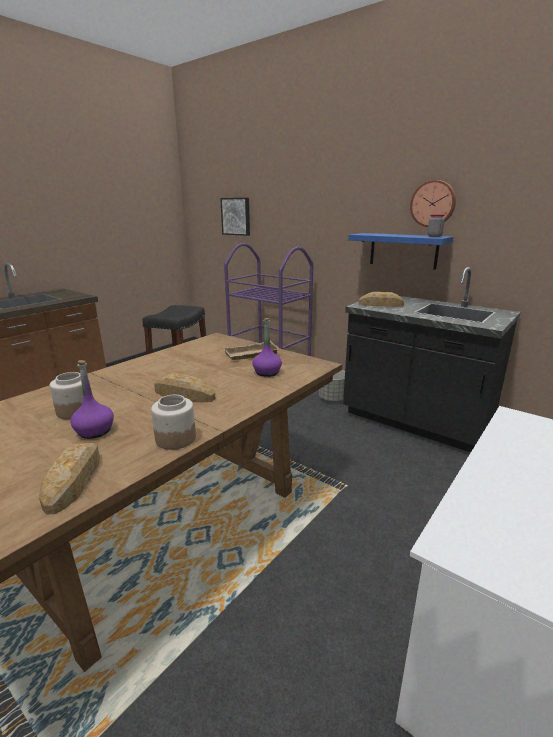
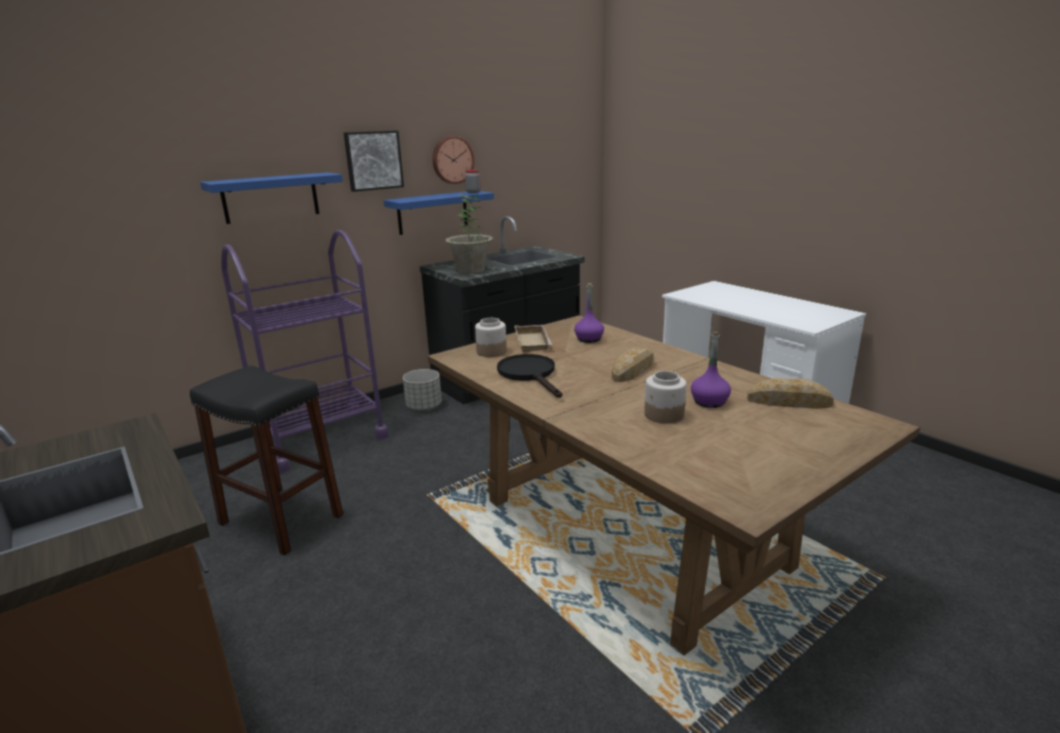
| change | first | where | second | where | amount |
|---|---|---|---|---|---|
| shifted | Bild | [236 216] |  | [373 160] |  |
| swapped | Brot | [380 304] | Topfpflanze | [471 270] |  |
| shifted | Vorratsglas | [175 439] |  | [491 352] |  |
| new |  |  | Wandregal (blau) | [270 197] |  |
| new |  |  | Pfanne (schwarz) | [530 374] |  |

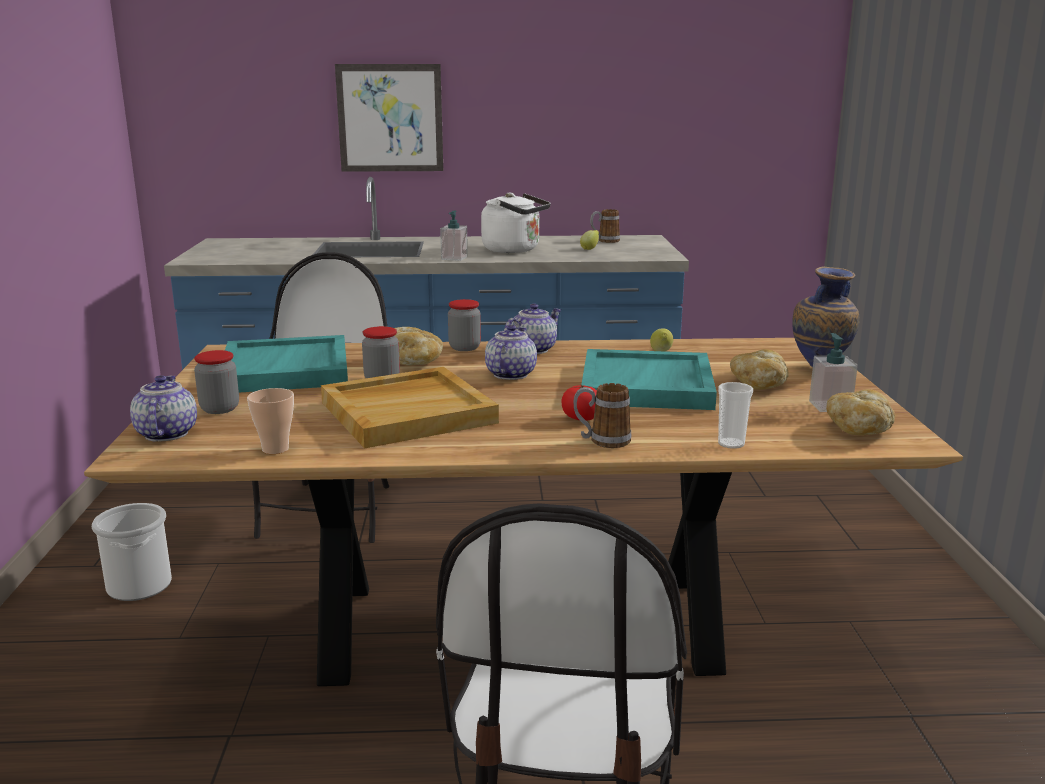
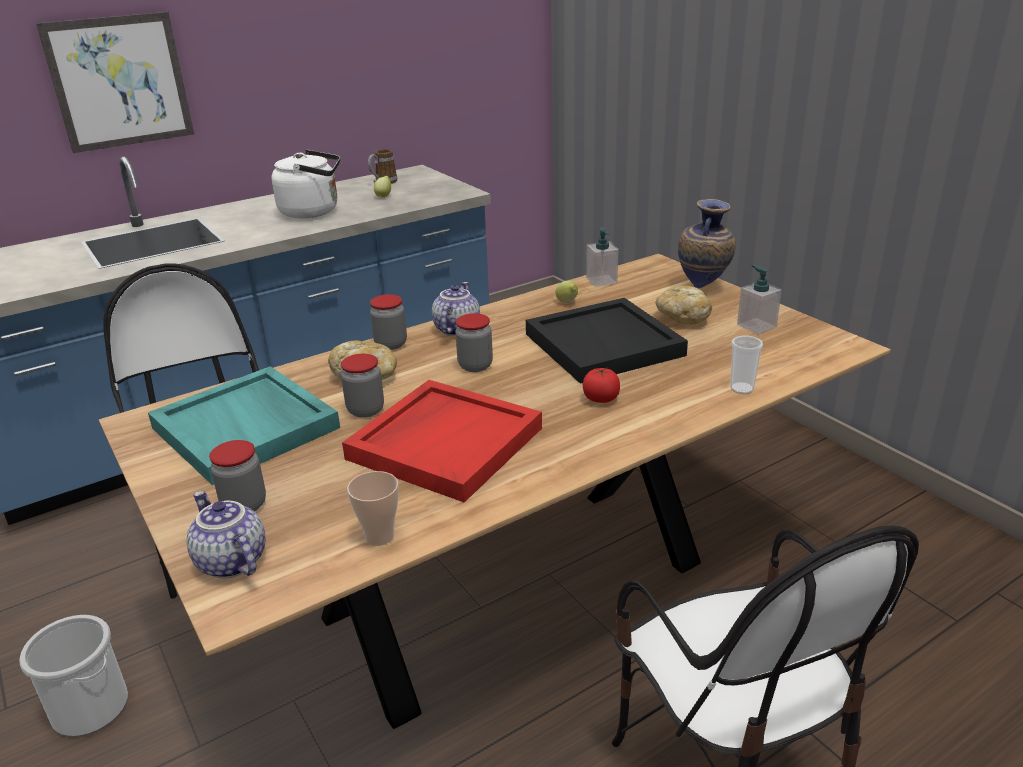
| change | first | where | second | where | amount |
|---|---|---|---|---|---|
| shifted | Seifenspender | [454 258] |  | [601 281] |  |
| swapped | Teekanne | [509 374] | Vorratsglas | [475 366] |  |
| repainted | Tablett (türkis) | [648 386] | Tablett (schwarz) | [605 345] |  |
| repainted | Tablett (beige) | [408 412] | Tablett (rot) | [445 442] |  |
| gone | Henkelbecher | [602 441] |  |  |  |
| gone | Brot | [858 429] |  |  |  |

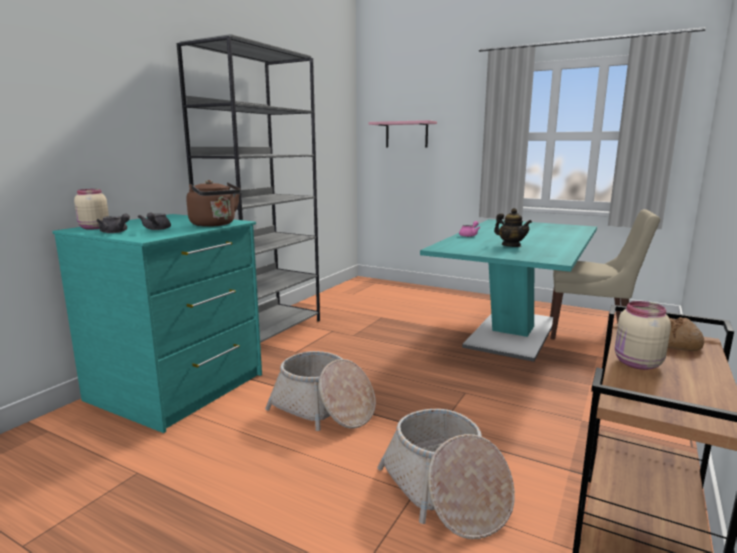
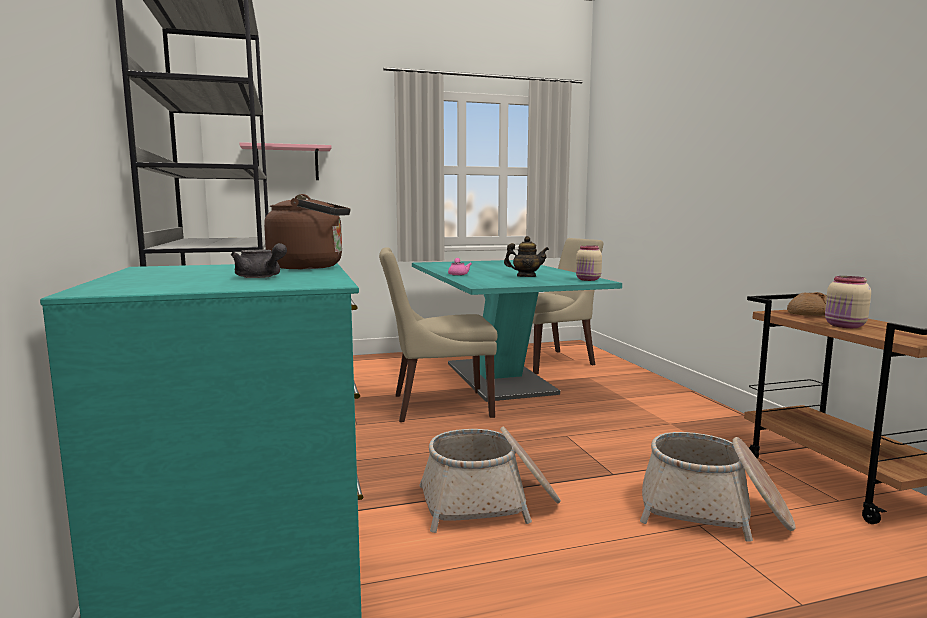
| change | first | where | second | where | amount |
|---|---|---|---|---|---|
| shifted | Vorratsglas (beige) | [93 228] |  | [588 280] |  |
| gone | Teekanne (grau) | [115 232] |  |  |  |
| new |  |  | Stuhl (beige) | [437 406] |  |

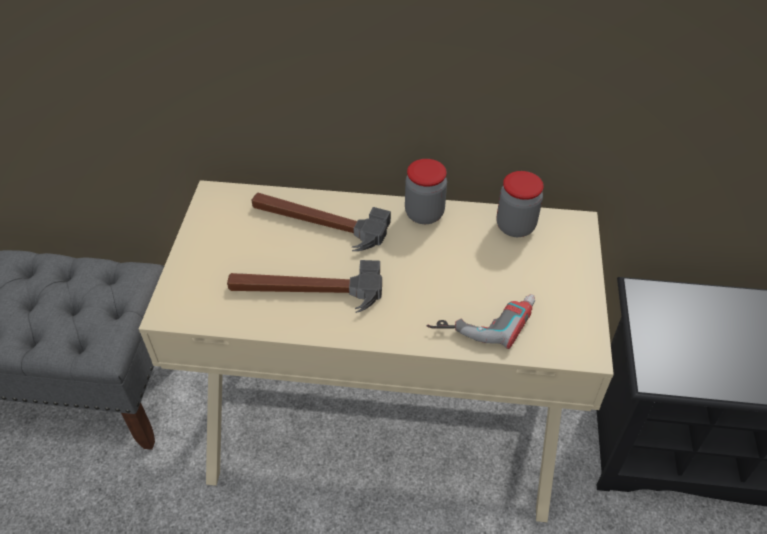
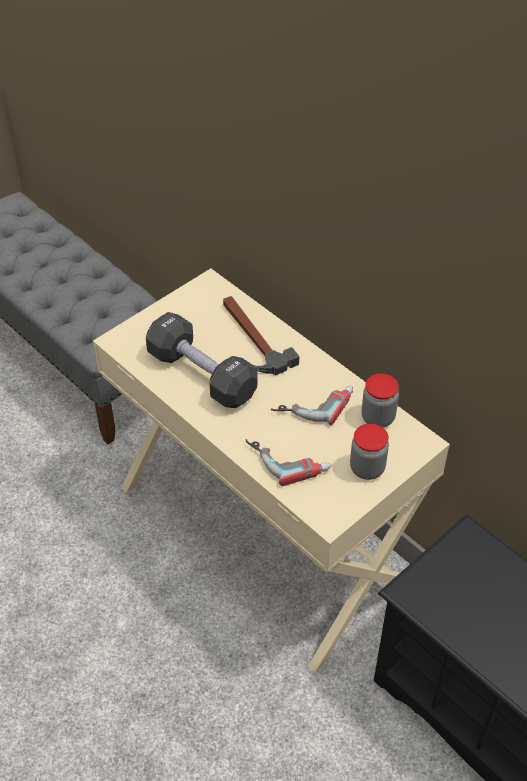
| change | first | where | second | where | amount |
|---|---|---|---|---|---|
| shifted | Vorratsglas | [424 214] |  | [367 468] |  |
| swapped | Hammer | [305 290] | Hantel (schwarz) | [202 375] |  |
| new |  |  | Bohrmaschine | [313 403] |  |

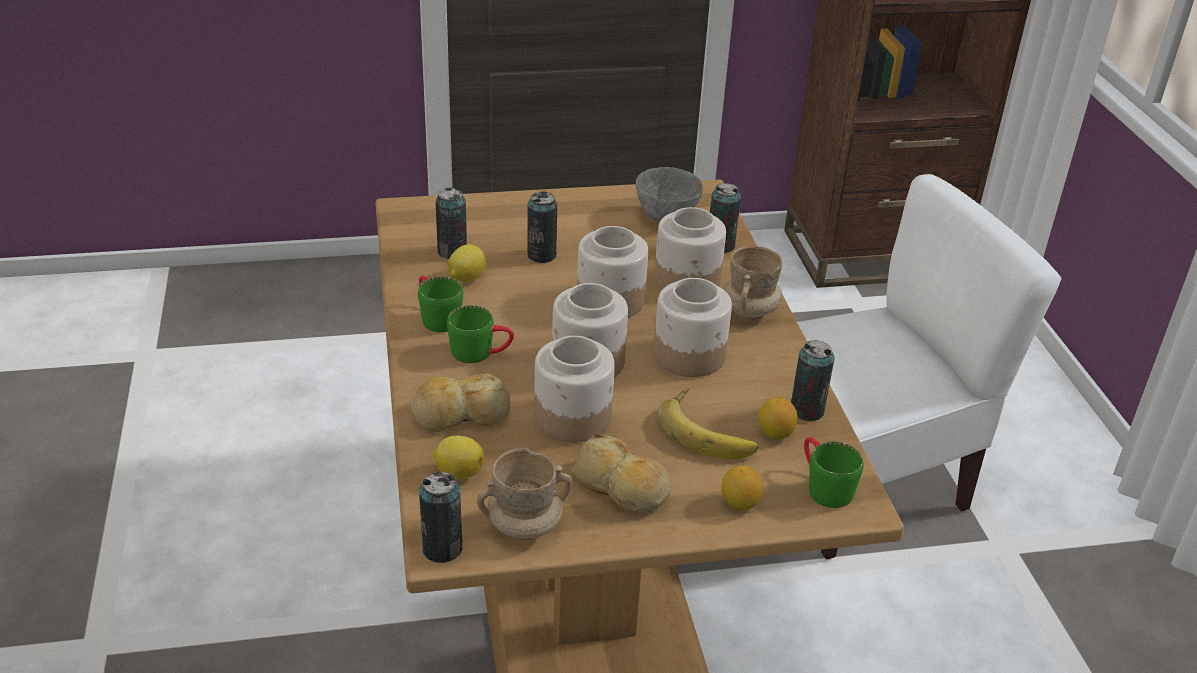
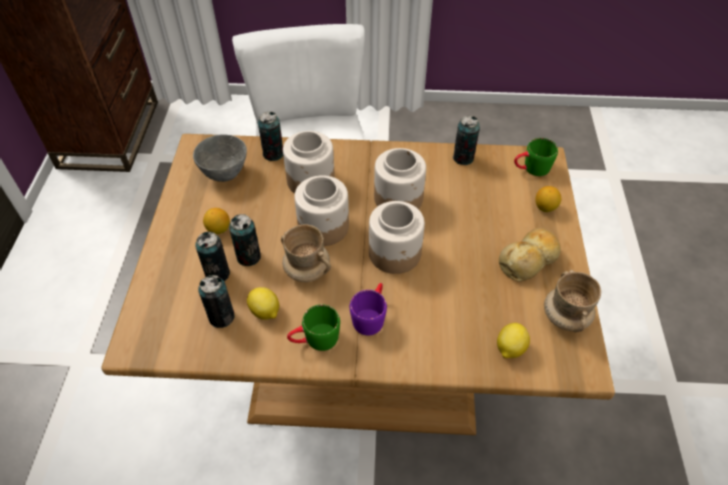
| change | first | where | second | where | amount |
|---|---|---|---|---|---|
| shifted | Henkelbecher (beige) | [750 312] |  | [307 270] |  |
| repainted | Henkelbecher (grün) | [481 353] | Henkelbecher (lila) | [370 316] |  |
| gone | Vorratsglas | [573 417] |  |  |  |
| gone | Brot | [460 414] |  |  |  |
| gone | Banane | [709 431] |  |  |  |
| shifted | Zitrone | [775 433] |  | [218 229] |  |
| shifted | Dose | [442 549] |  | [217 274] |  |

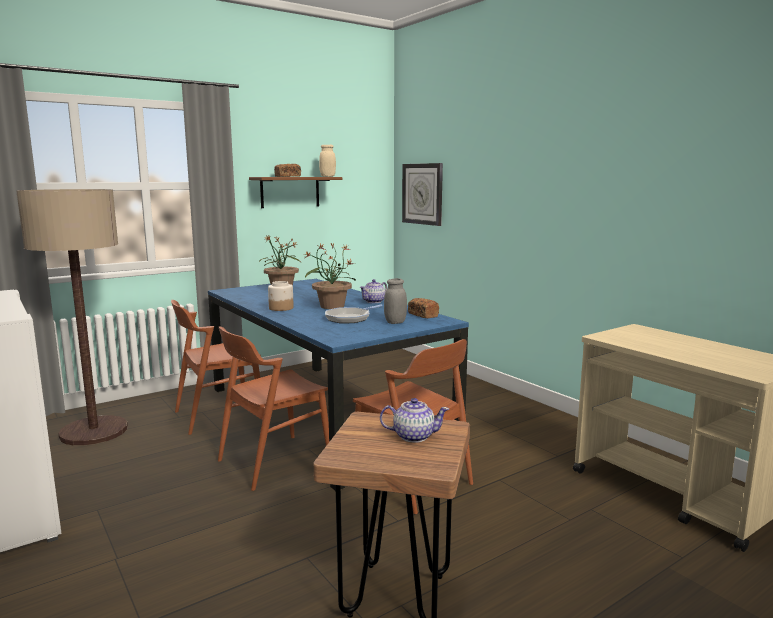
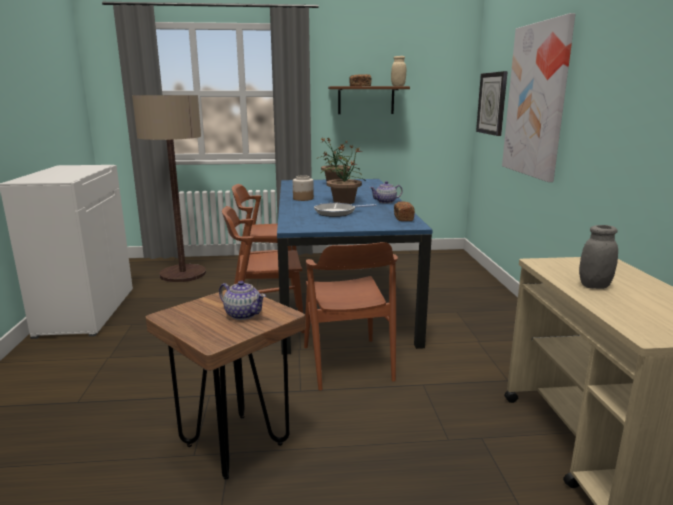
| change | first | where | second | where | amount |
|---|---|---|---|---|---|
| shifted | Vorratsglas (grau) | [395 322] |  | [594 286] |  |
| new |  |  | Bild | [536 100] |  |

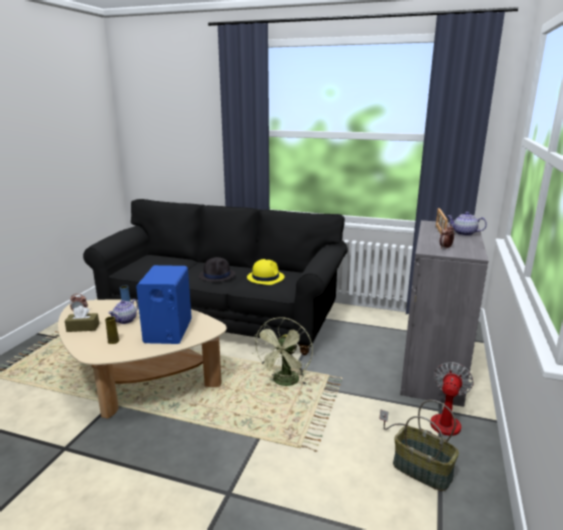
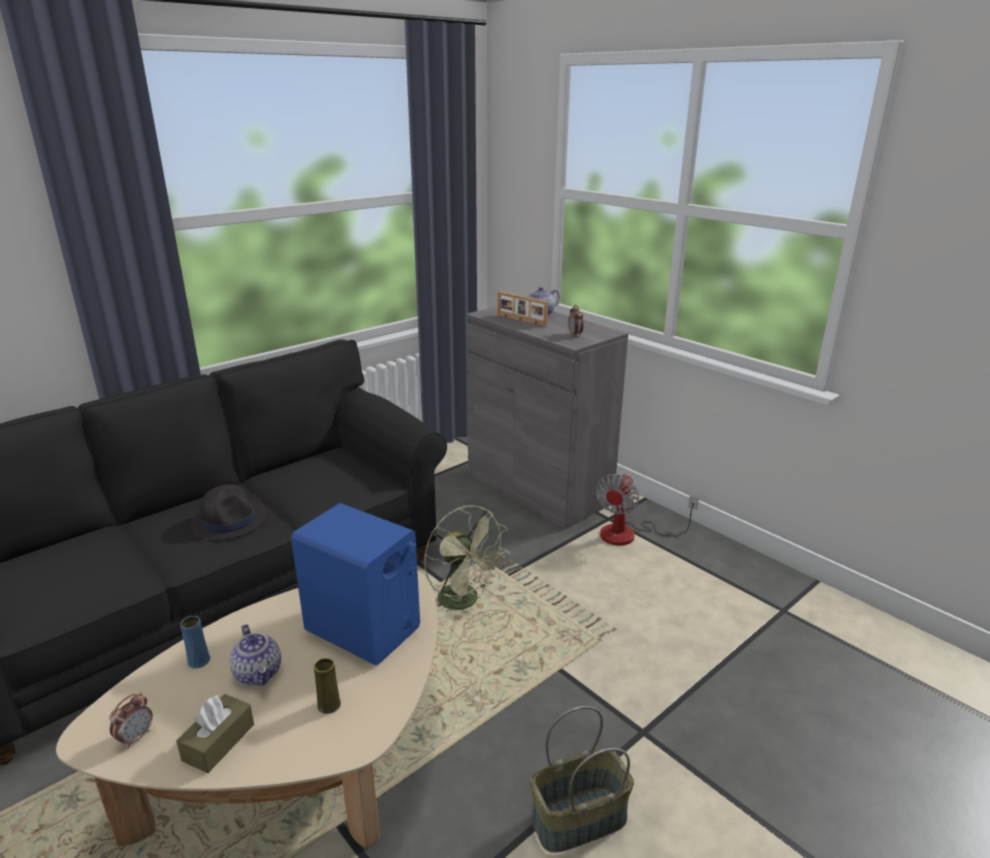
| change | first | where | second | where | amount |
|---|---|---|---|---|---|
| gone | Hut (gelb) | [265 277] |  |  |  |
| rotated | Ventilator | [434 427] |  | [630 534] | 120 degrees counterclockwise |
| shifted | Korb | [421 471] |  | [578 821] |  |

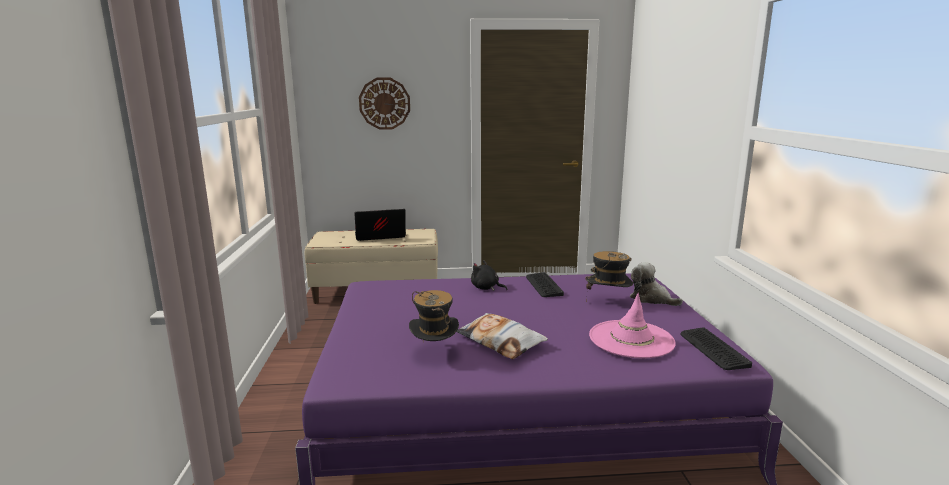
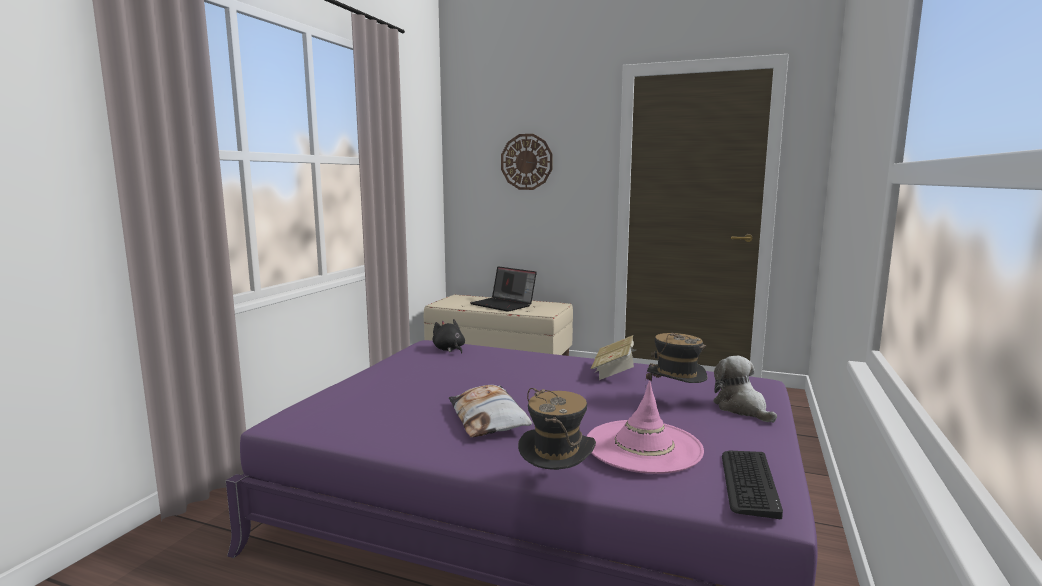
| change | first | where | second | where | amount |
|---|---|---|---|---|---|
| rotated | Laptop | [379 237] |  | [504 305] | 150 degrees counterclockwise |
| shifted | Plüschtier (schwarz) | [486 288] |  | [449 349] |  |
| swapped | Tastatur | [543 285] | Buch | [614 371] |  |
| shifted | Hut | [434 353] |  | [556 486] |  |

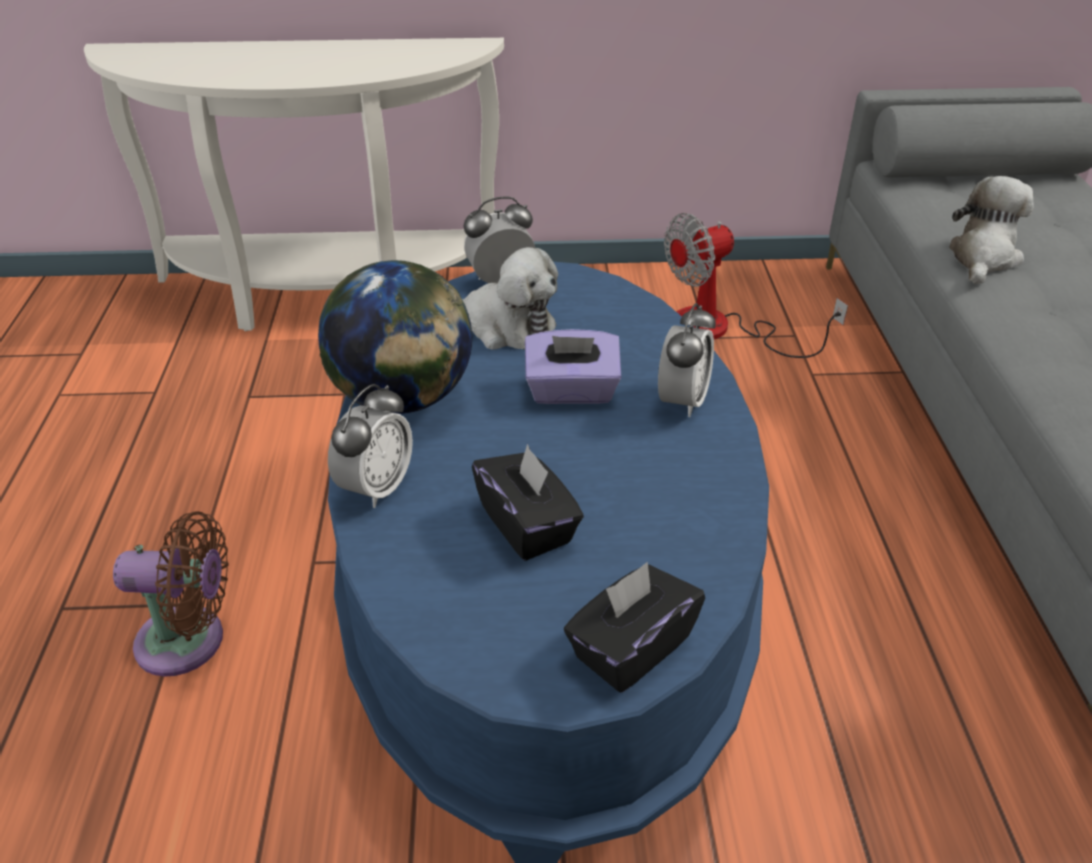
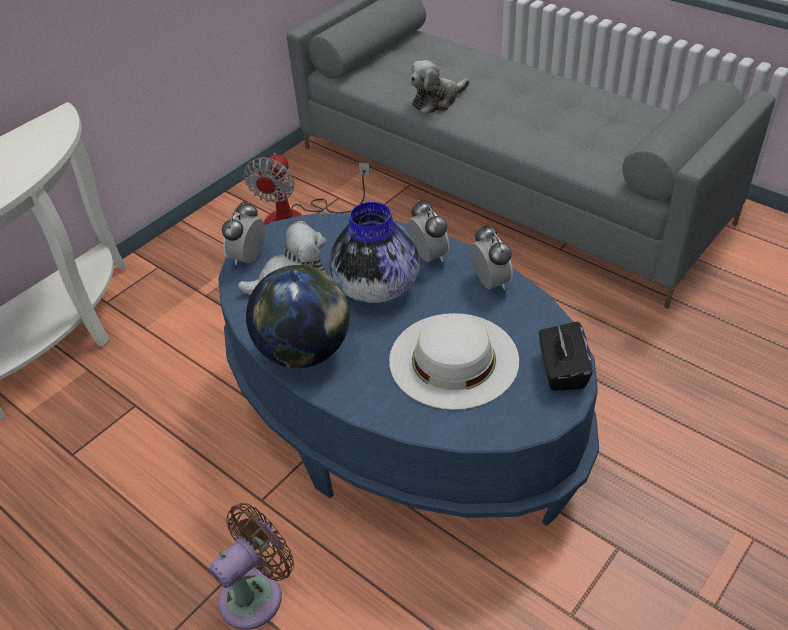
| change | first | where | second | where | amount |
|---|---|---|---|---|---|
| rotated | Plüschtier | [983 258] |  | [437 100] | 105 degrees counterclockwise |
| swapped | Taschentuchbox (lila) | [572 392] | Vase | [376 288] |  |
| shifted | Wecker | [376 487] |  | [490 283] |  |
| swapped | Taschentuchbox (schwarz) | [527 525] | Hut (weiß) | [453 359] |  |

